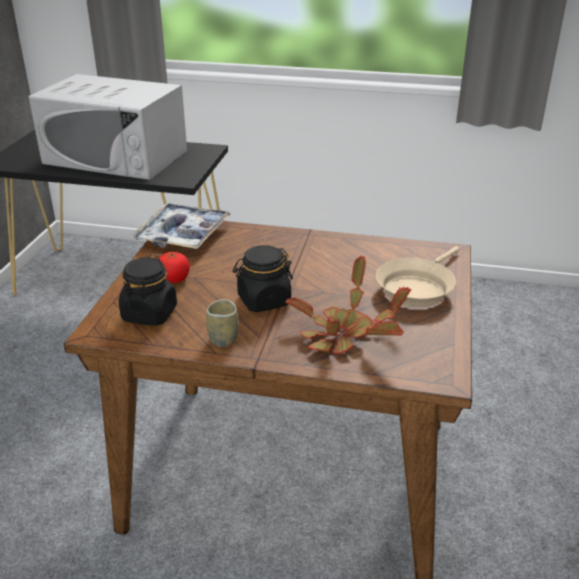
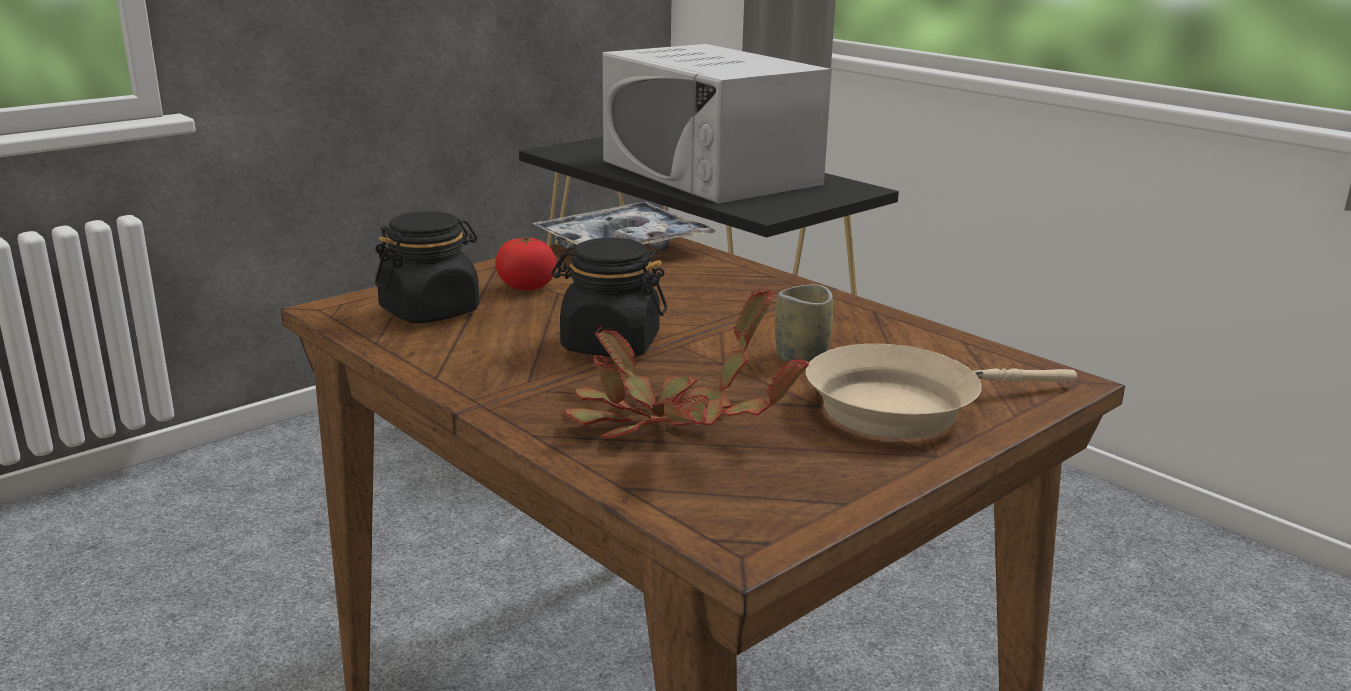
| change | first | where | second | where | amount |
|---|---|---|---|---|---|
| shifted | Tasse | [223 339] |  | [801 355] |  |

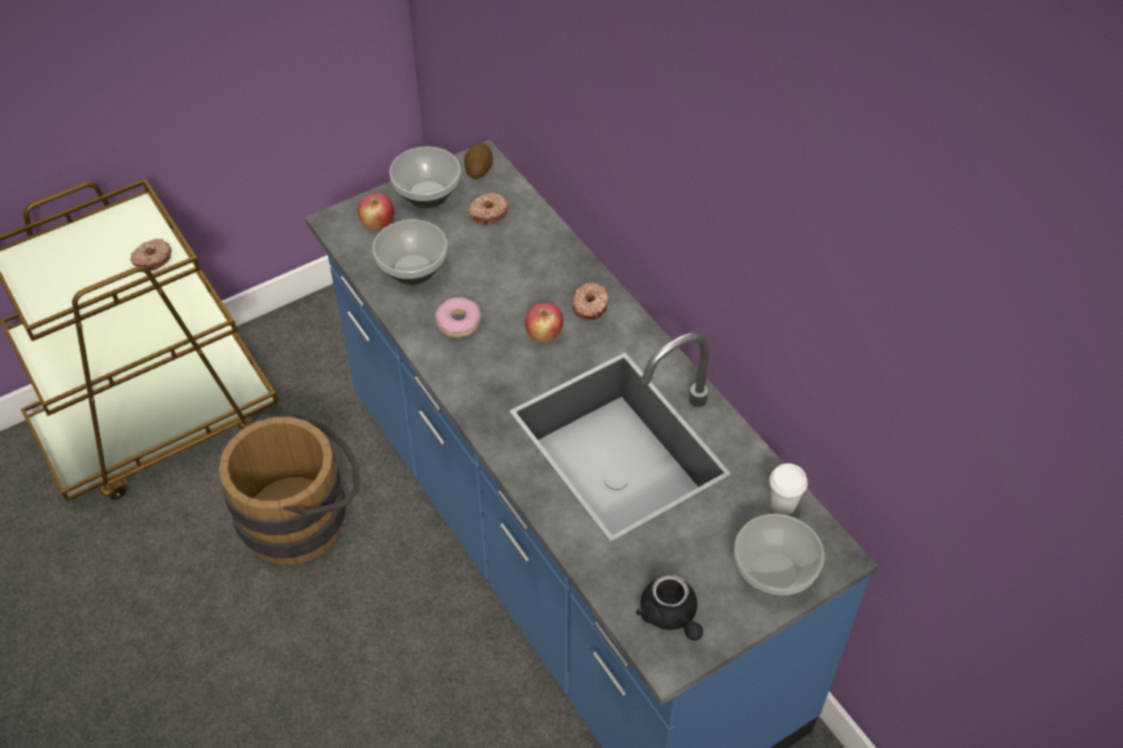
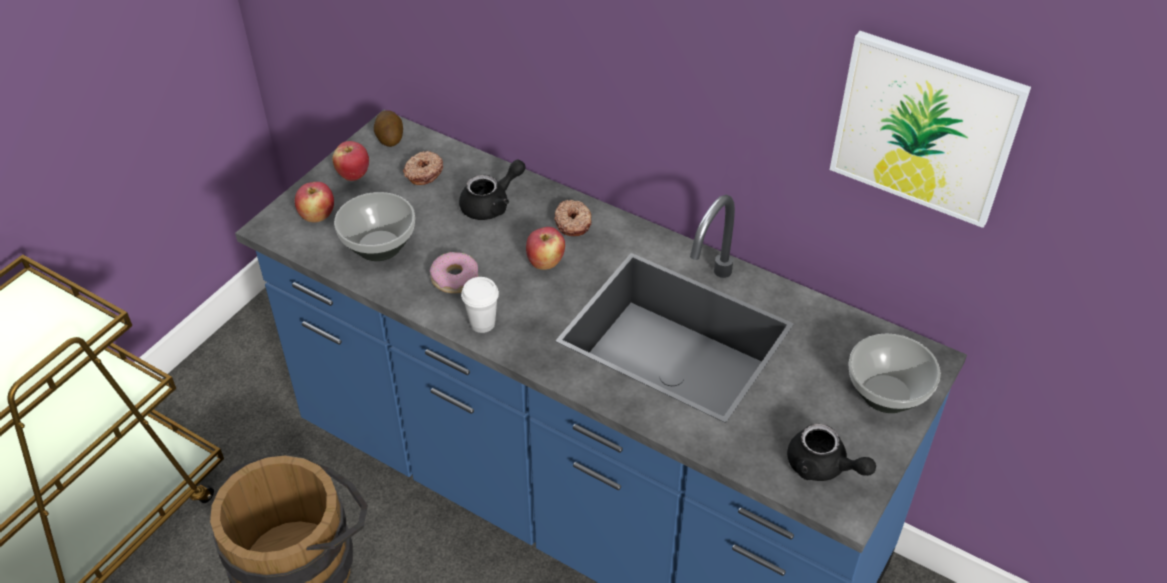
| change | first | where | second | where | amount |
|---|---|---|---|---|---|
| swapped | Schüssel | [428 195] | Apfel | [353 175] |  |
| gone | Donut | [152 259] |  |  |  |
| shifted | Tasse (weiß) | [782 506] |  | [482 323] |  |
| new |  |  | Bild | [924 128] |  |
| new |  |  | Teekanne (schwarz) | [492 204] |  |

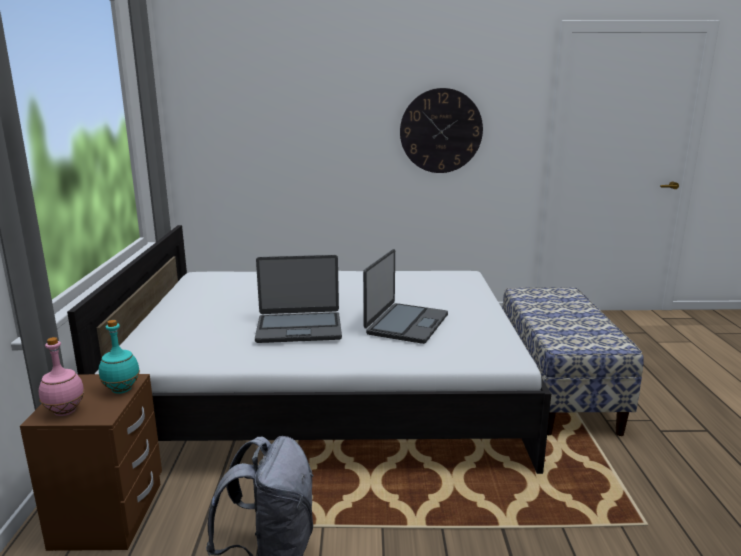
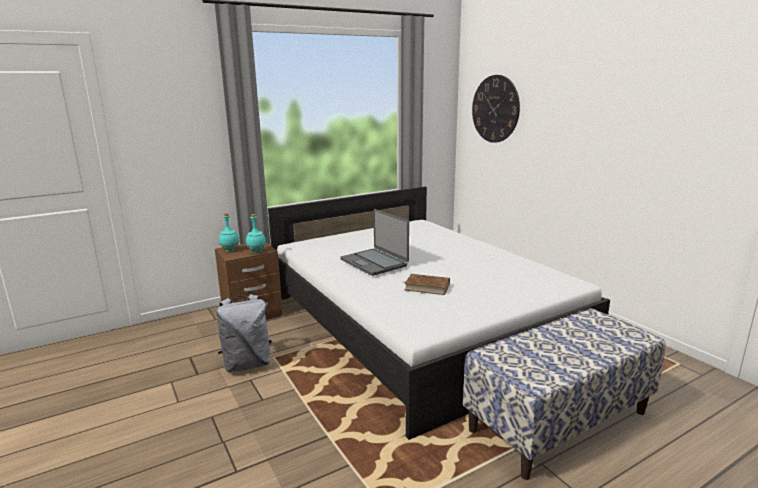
| change | first | where | second | where | amount |
|---|---|---|---|---|---|
| shifted | Wanduhr | [441 131] |  | [495 109] |  |
| swapped | Laptop | [406 324] | Buch (braun) | [427 287] |  |
| repainted | Flasche (rosa) | [65 412] | Flasche (türkis) | [229 250] |  |

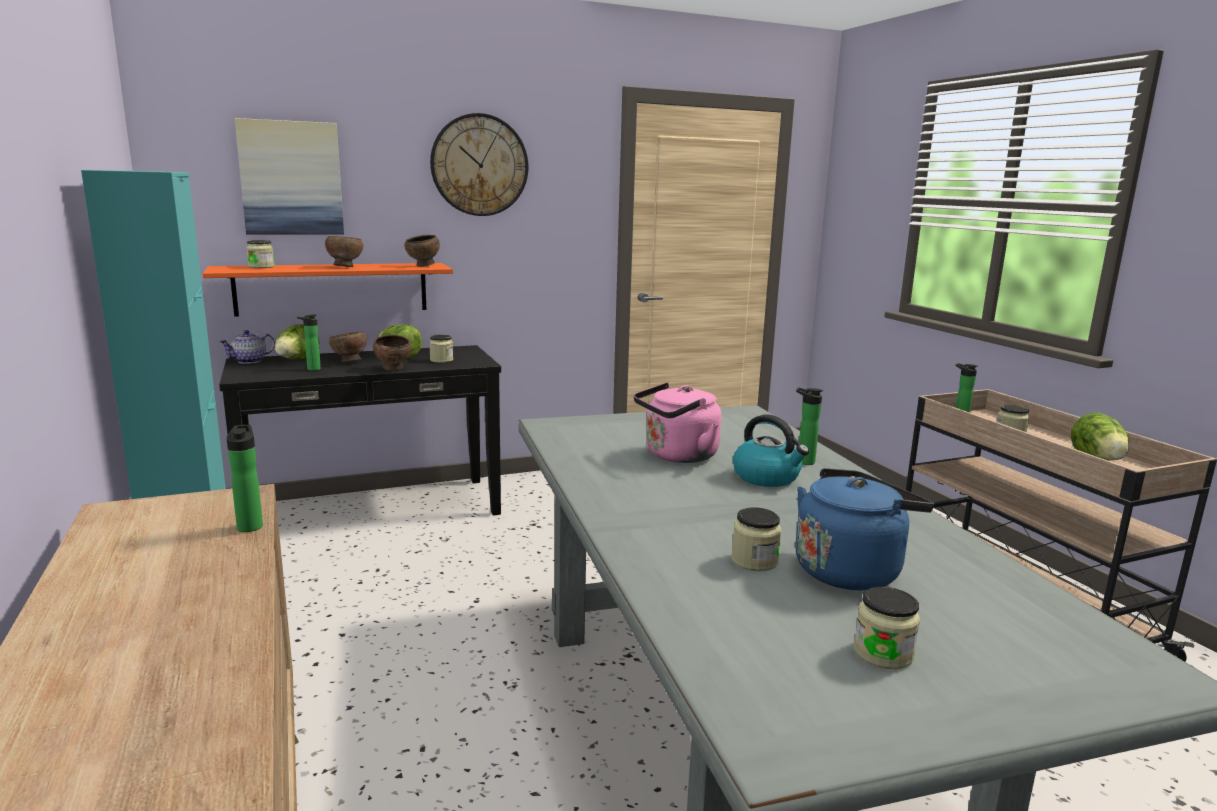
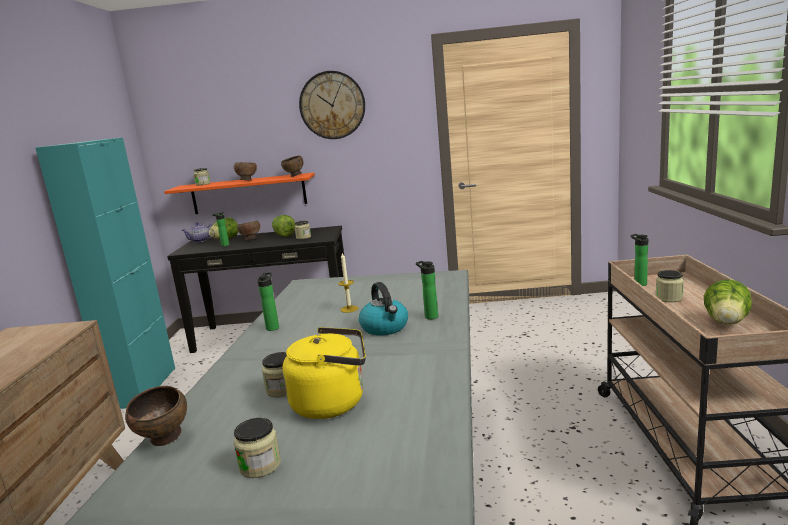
| change | first | where | second | where | amount |
|---|---|---|---|---|---|
| gone | Bild | [291 178] |  |  |  |
| shifted | Schüssel (braun) | [394 369] |  | [165 440] |  |
| swapped | Wasserkessel (rosa) | [677 456] | Kerze | [349 309] |  |
| shifted | Flasche | [250 525] |  | [273 327] |  |
| repainted | Wasserkessel (blau) | [850 570] | Wasserkessel (gelb) | [333 403] |  |

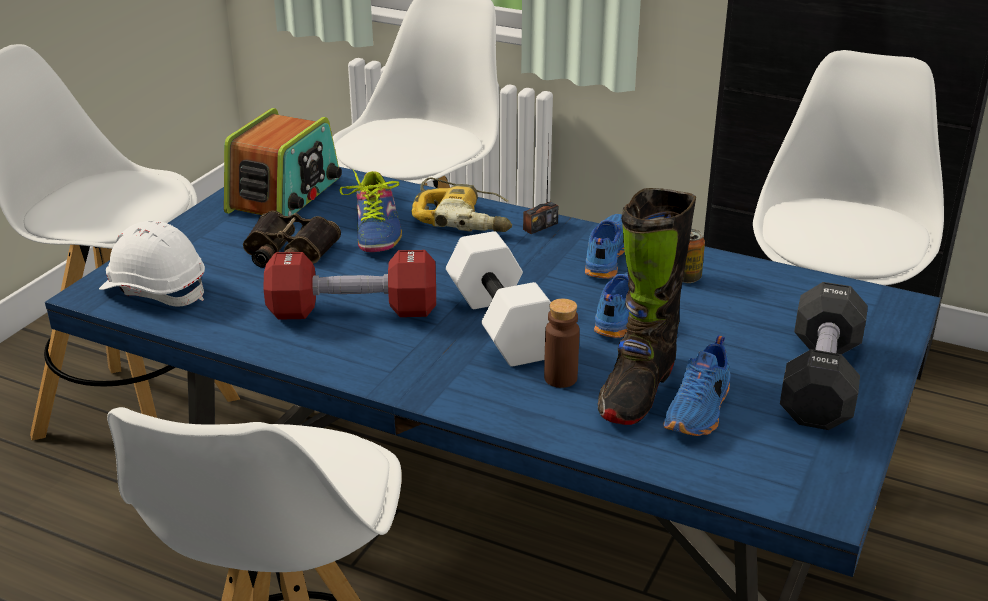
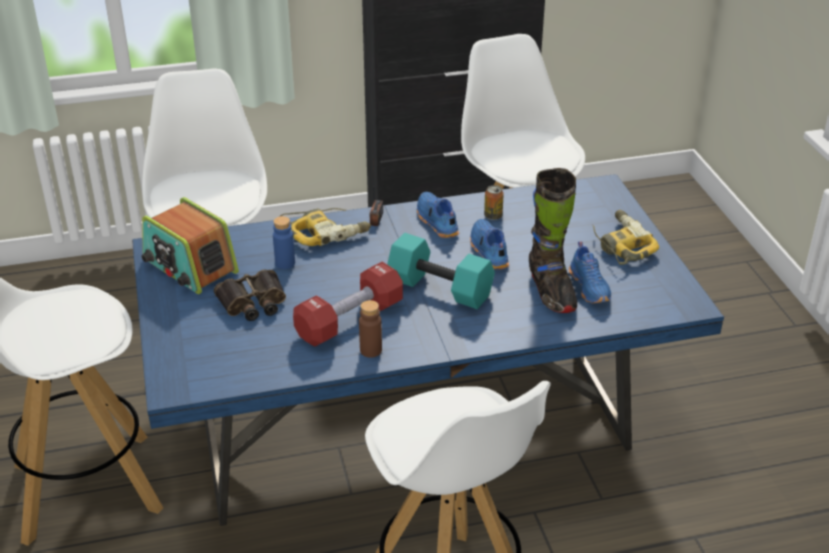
| change | first | where | second | where | amount |
|---|---|---|---|---|---|
| rotated | Radio | [285 195] |  | [189 266] | 150 degrees clockwise |
| swapped | Schuh | [377 229] | Flasche (blau) | [285 263] |  |
| gone | Schutzhelm (weiß) | [155 290] |  |  |  |
| repainted | Hantel (weiß) | [505 325] | Hantel (türkis) | [441 287] |  |
| swapped | Hantel (schwarz) | [820 380] | Bohrmaschine | [620 244] |  |
| shifted | Flasche (braun) | [560 378] |  | [371 350] |  |

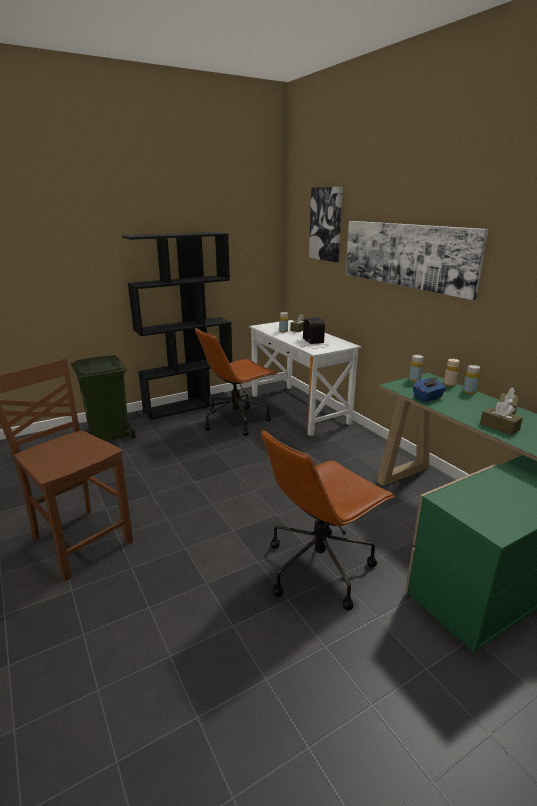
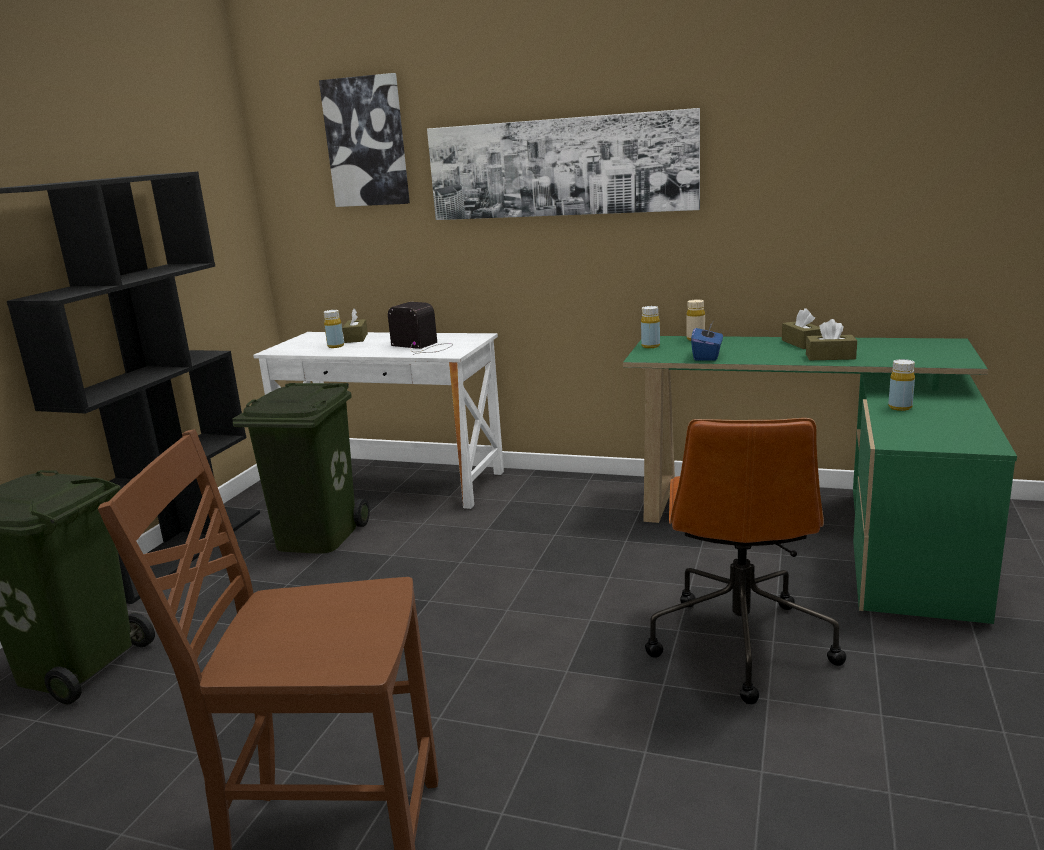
| change | first | where | second | where | amount |
|---|---|---|---|---|---|
| swapped | Bürostuhl (braun) | [237 420] | Mülleimer (grün) | [316 536] |  |
| shifted | Flasche (gelb) | [469 392] |  | [900 407] |  |

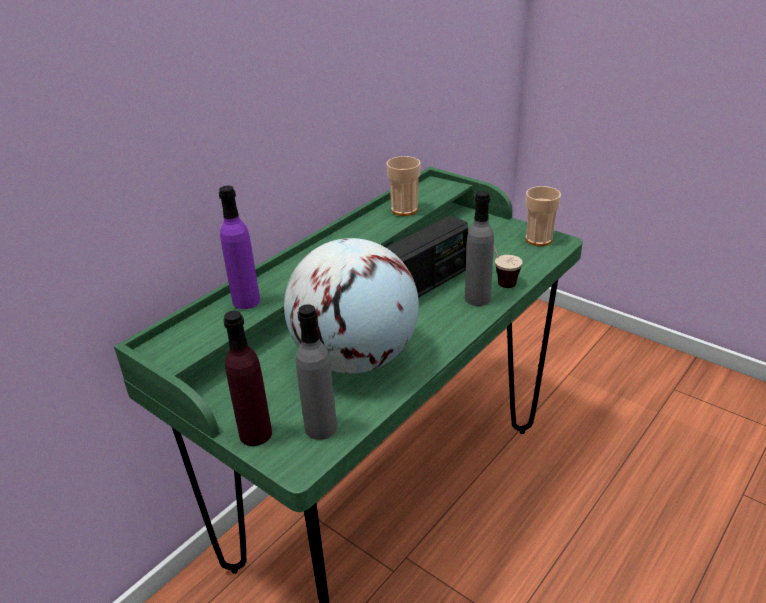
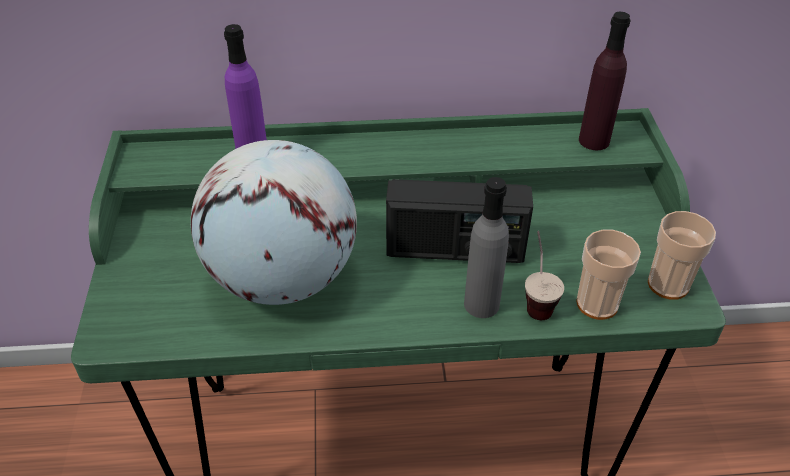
| change | first | where | second | where | amount |
|---|---|---|---|---|---|
| shifted | Tasse | [404 210] |  | [597 304] |  |
| gone | Flasche (grau) | [321 428] |  |  |  |
| shifted | Flasche (lila) | [255 434] |  | [594 141] |  |

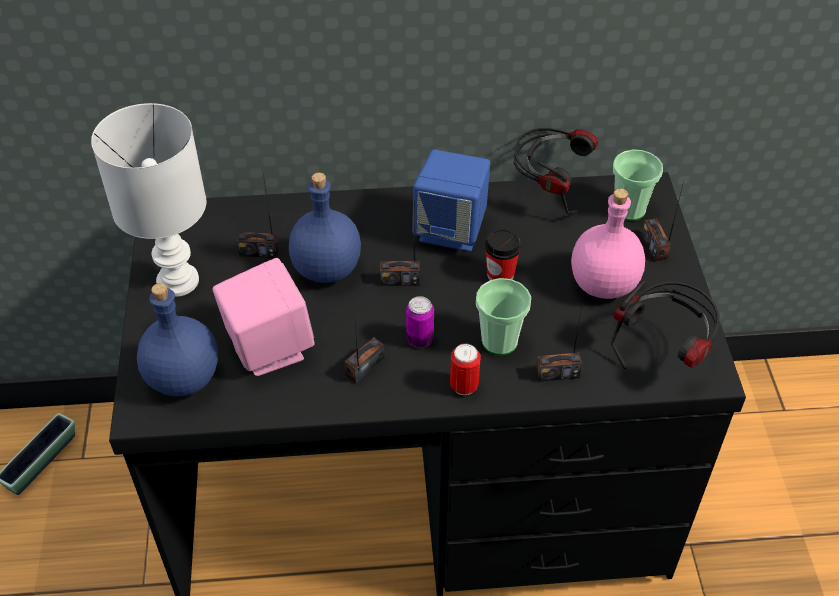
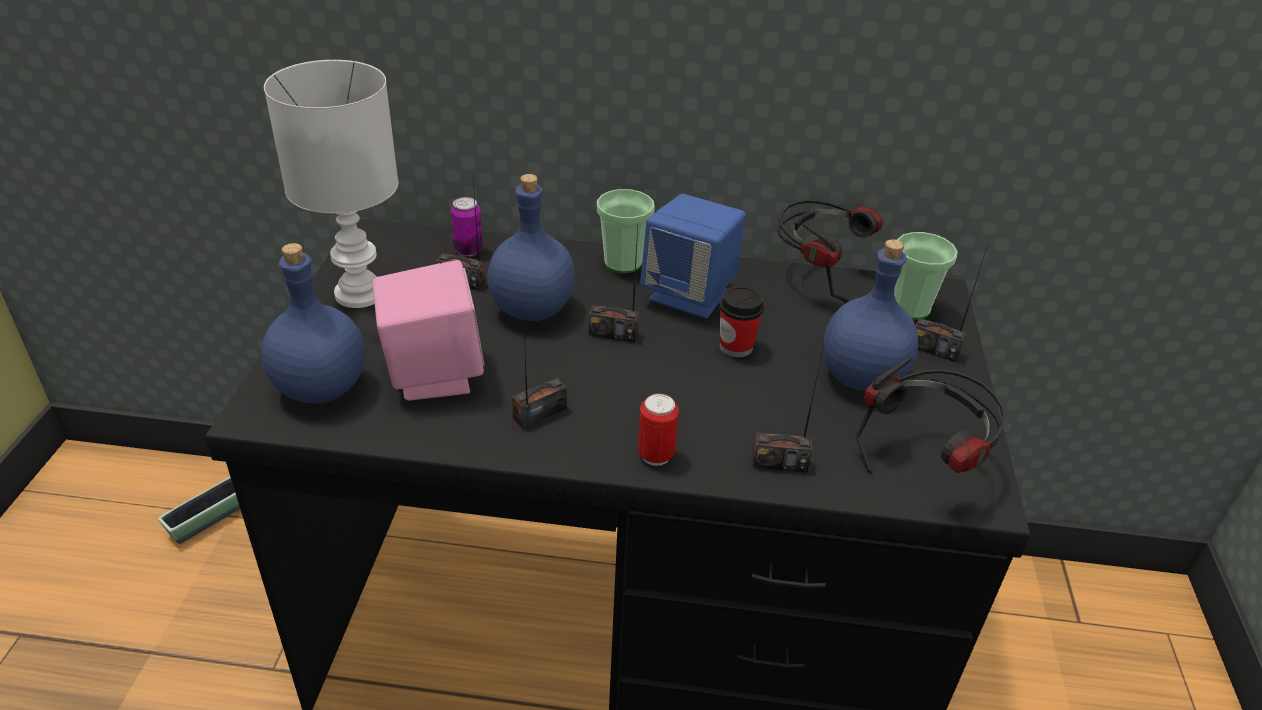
| change | first | where | second | where | amount |
|---|---|---|---|---|---|
| rotated | Radio | [654 247] |  | [934 350] | 60 degrees counterclockwise |
| repainted | Flasche (rosa) | [603 285] | Flasche (blau) | [861 378] |  |
| shifted | Tasse | [499 341] |  | [623 263] |  |
| shifted | Dose | [420 339] |  | [468 250] |  |

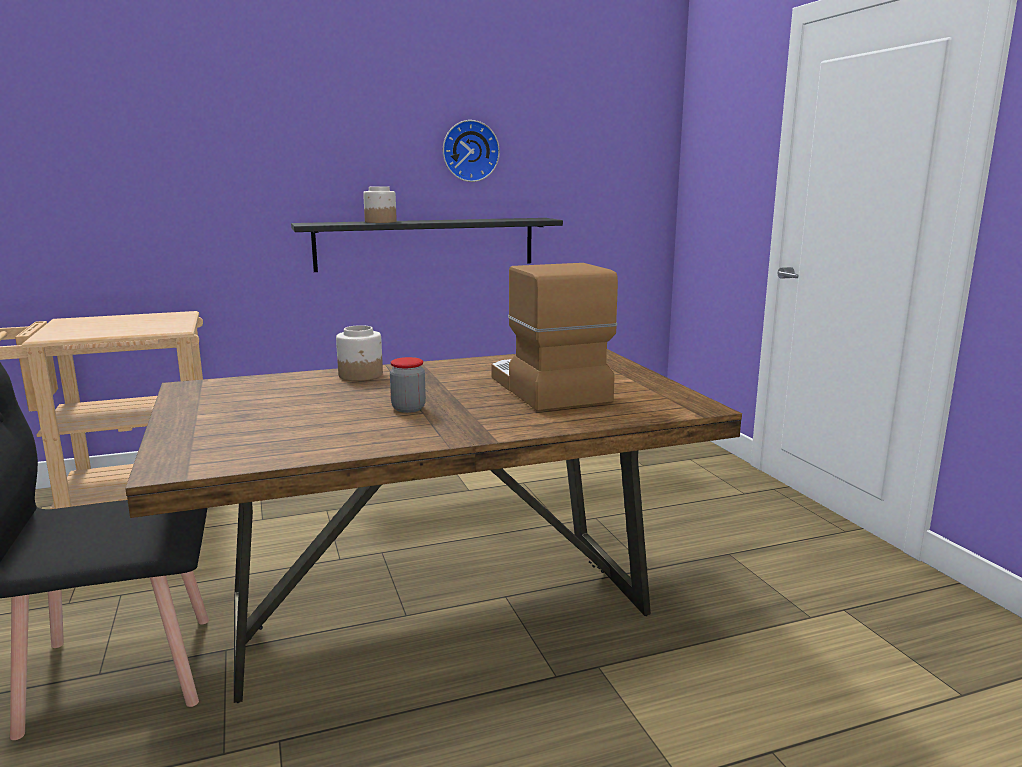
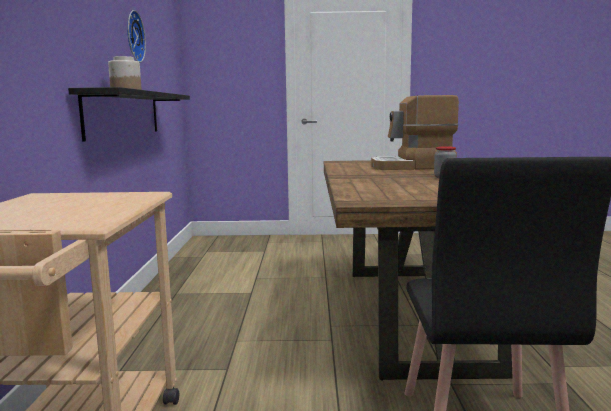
| change | first | where | second | where | amount |
|---|---|---|---|---|---|
| gone | Vorratsglas | [361 375] |  |  |  |

